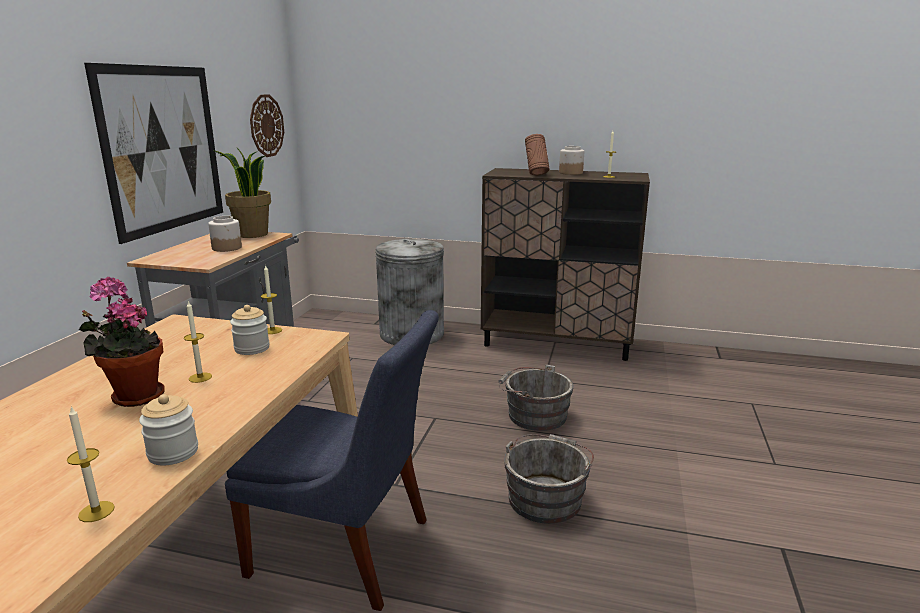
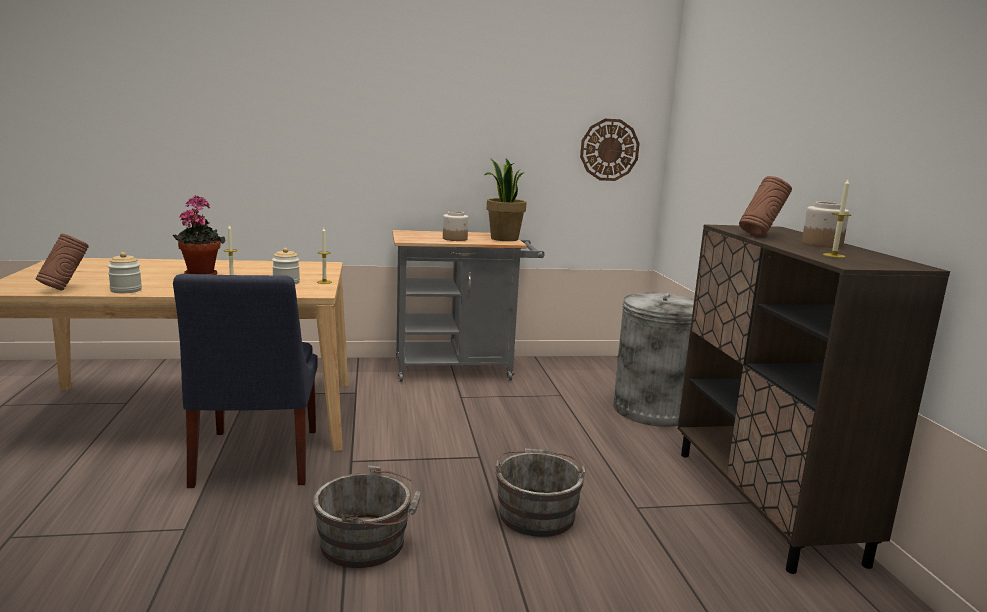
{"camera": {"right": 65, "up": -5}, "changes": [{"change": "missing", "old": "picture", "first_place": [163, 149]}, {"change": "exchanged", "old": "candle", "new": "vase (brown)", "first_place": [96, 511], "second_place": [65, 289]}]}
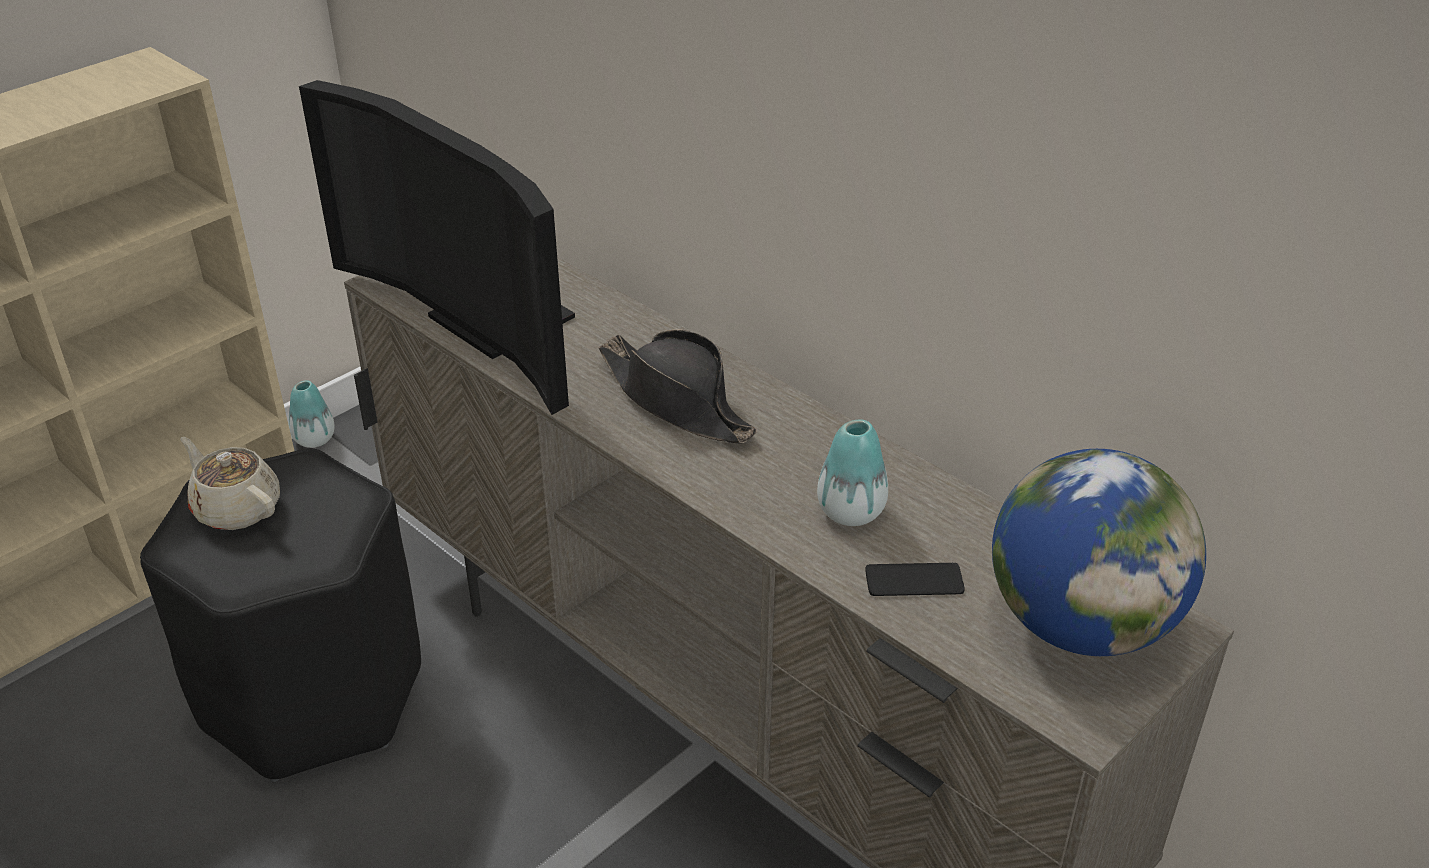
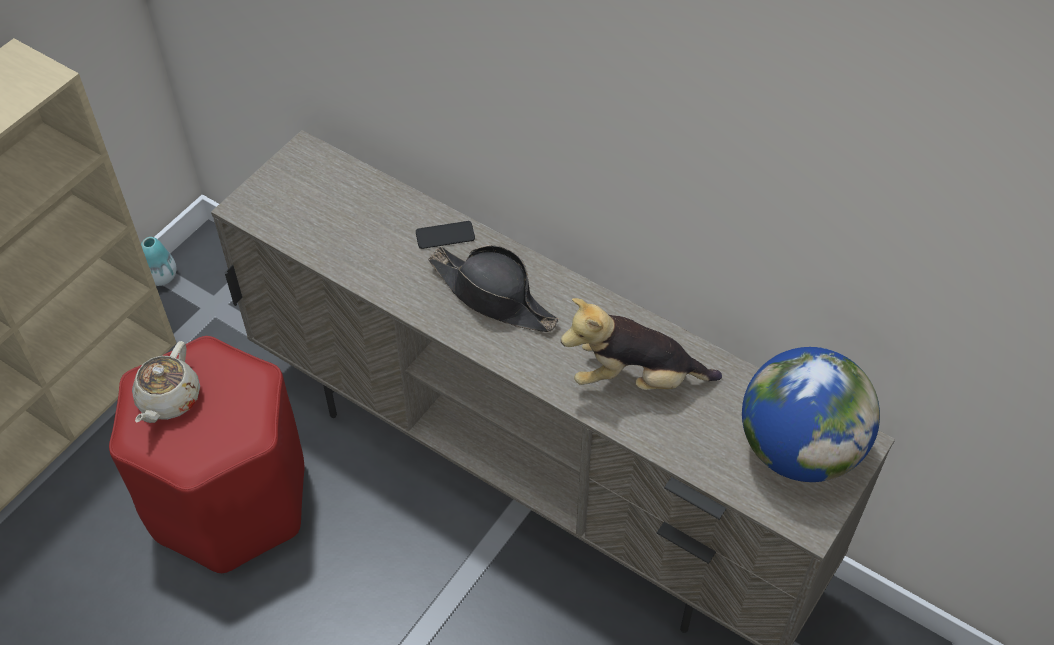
{"camera": {"right": -10, "up": 15}, "changes": [{"change": "missing", "old": "television", "first_place": [483, 324]}, {"change": "exchanged", "old": "vase", "new": "plush toy", "first_place": [851, 512], "second_place": [635, 379]}, {"change": "spun", "old": "teapot (beige)", "first_place": [236, 508], "second_place": [168, 400], "degrees": -105}, {"change": "colour", "old": "stool (black)", "new": "stool (red)", "first_place": [313, 694], "second_place": [230, 500]}, {"change": "relocated", "old": "phone", "first_place": [914, 581], "second_place": [445, 235]}]}
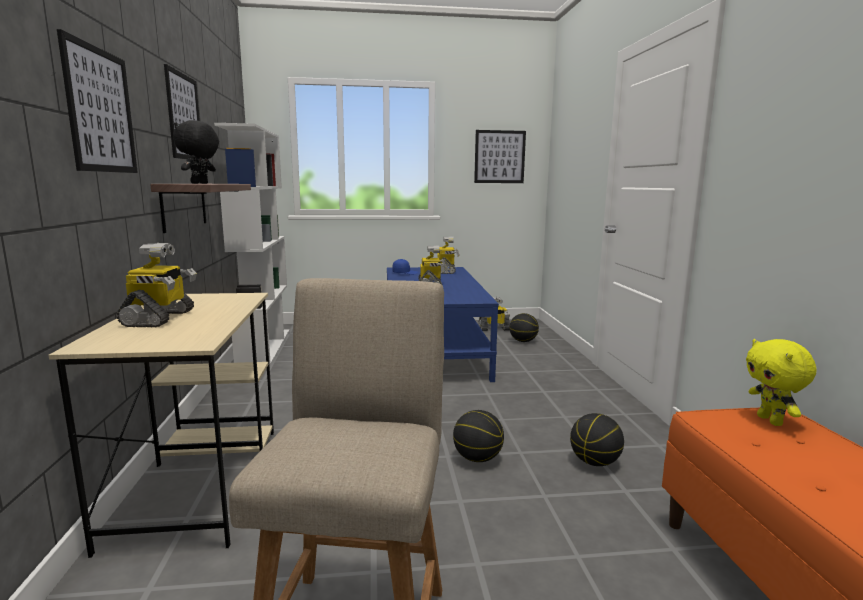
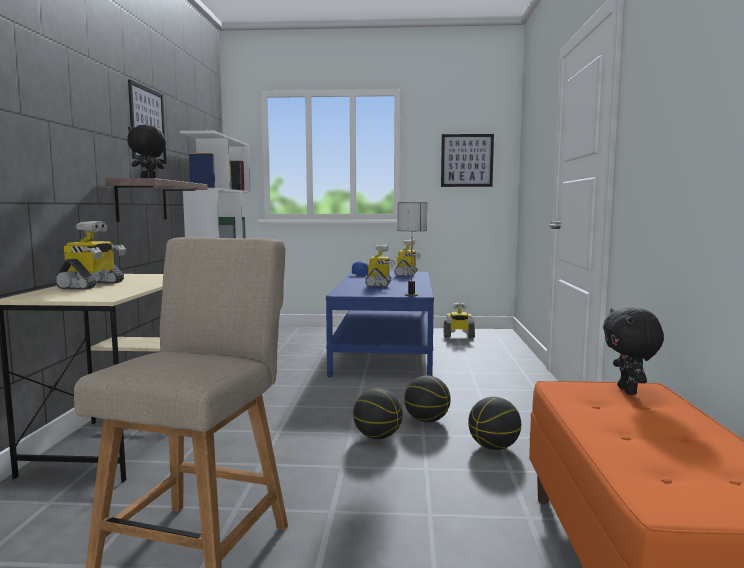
{"camera": {"right": 10, "up": -5}, "changes": [{"change": "missing", "old": "picture", "first_place": [100, 110]}, {"change": "relocated", "old": "basketball", "first_place": [523, 341], "second_place": [427, 420]}, {"change": "colour", "old": "plush toy (yellow)", "new": "plush toy (black)", "first_place": [771, 421], "second_place": [629, 391]}, {"change": "appeared", "new": "table lamp", "second_place": [411, 295]}]}
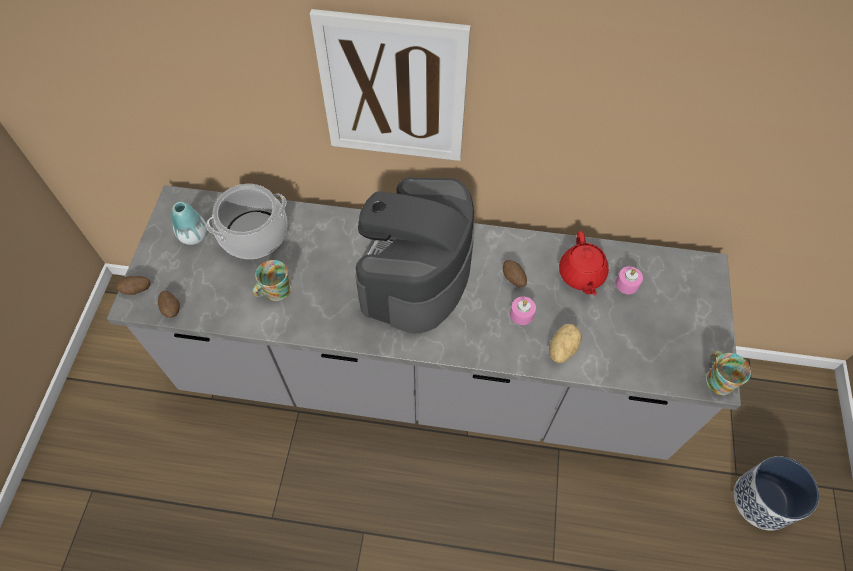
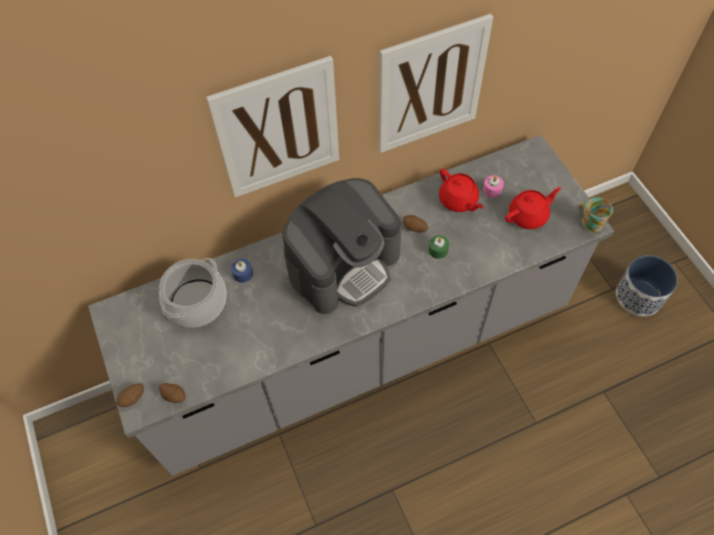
{"camera": {"right": -30, "up": 0}, "changes": [{"change": "spun", "old": "coffee machine", "first_place": [415, 275], "second_place": [344, 264], "degrees": -120}, {"change": "missing", "old": "vase", "first_place": [194, 236]}, {"change": "missing", "old": "mug", "first_place": [273, 291]}, {"change": "colour", "old": "candle (pink)", "new": "candle (green)", "first_place": [521, 314], "second_place": [438, 250]}, {"change": "missing", "old": "potato", "first_place": [561, 349]}, {"change": "appeared", "new": "picture", "second_place": [430, 86]}, {"change": "appeared", "new": "teapot (red)", "second_place": [528, 216]}, {"change": "appeared", "new": "candle (blue)", "second_place": [243, 274]}]}
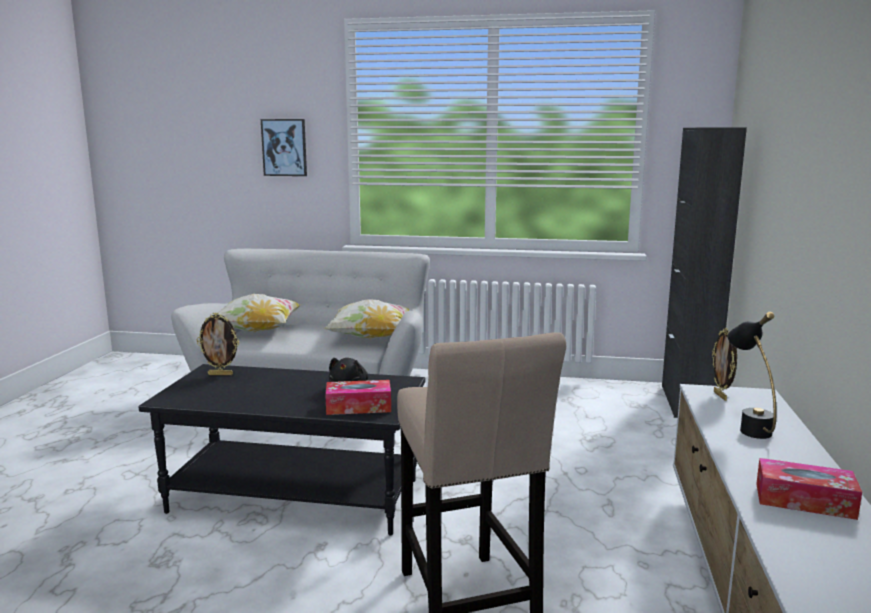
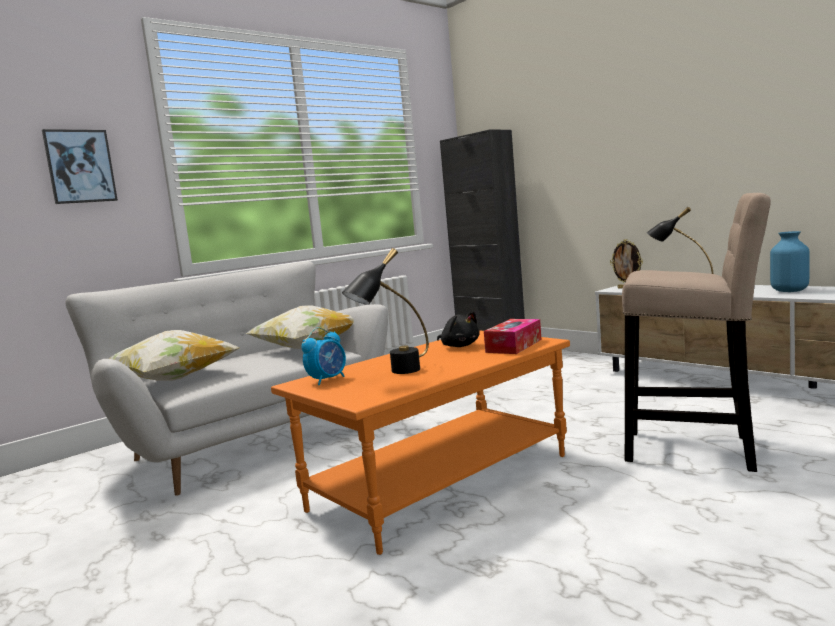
{"camera": {"right": -50, "up": -5}, "changes": [{"change": "exchanged", "old": "picture frame", "new": "alarm clock", "first_place": [221, 374], "second_place": [328, 380]}, {"change": "colour", "old": "coffee table (black)", "new": "coffee table (orange)", "first_place": [297, 495], "second_place": [440, 481]}, {"change": "exchanged", "old": "tissue box", "new": "vase (blue)", "first_place": [804, 500], "second_place": [789, 291]}, {"change": "appeared", "new": "table lamp (black)", "second_place": [394, 373]}]}
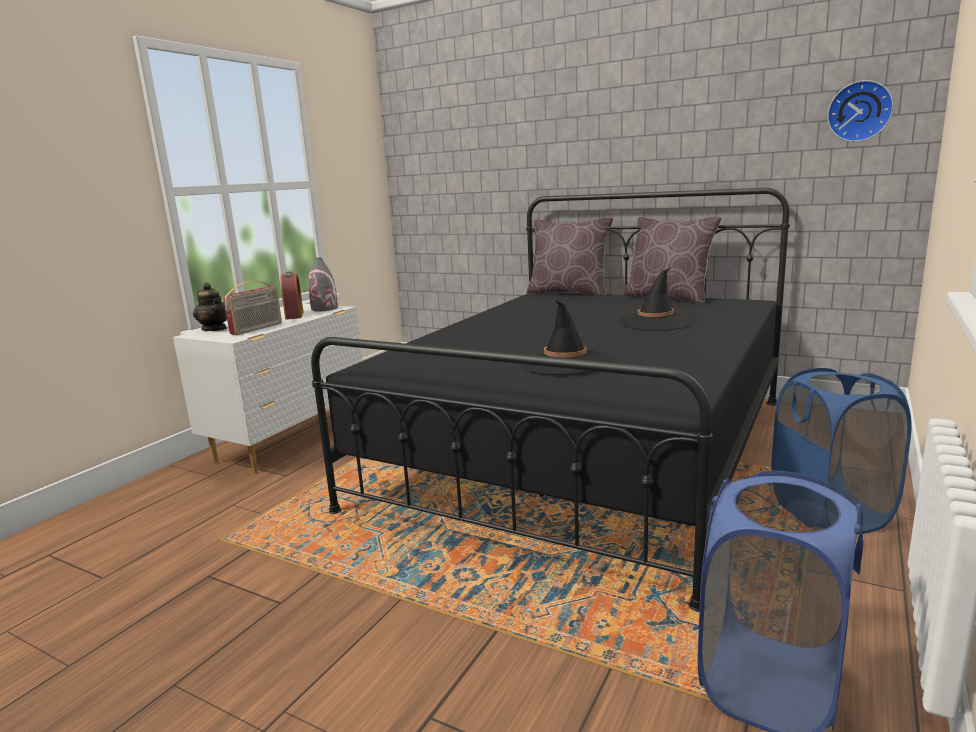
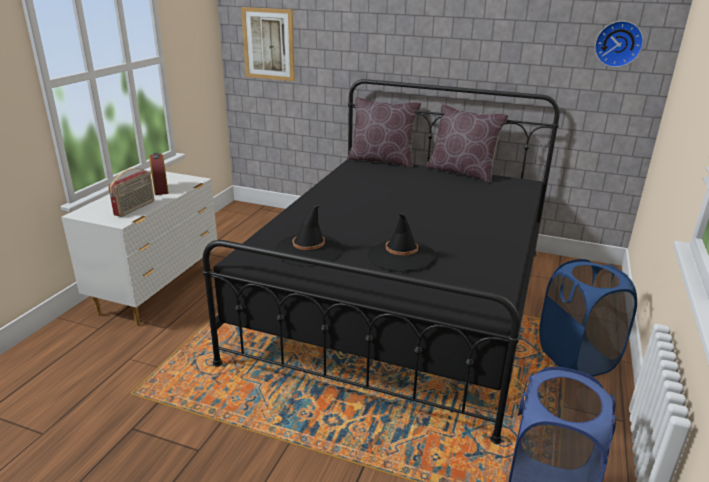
{"camera": {"right": -10, "up": 10}, "changes": [{"change": "missing", "old": "vase (grey)", "first_place": [325, 308]}, {"change": "relocated", "old": "hat (black)", "first_place": [655, 322], "second_place": [309, 250]}, {"change": "missing", "old": "teapot", "first_place": [214, 329]}, {"change": "appeared", "new": "picture", "second_place": [268, 44]}]}
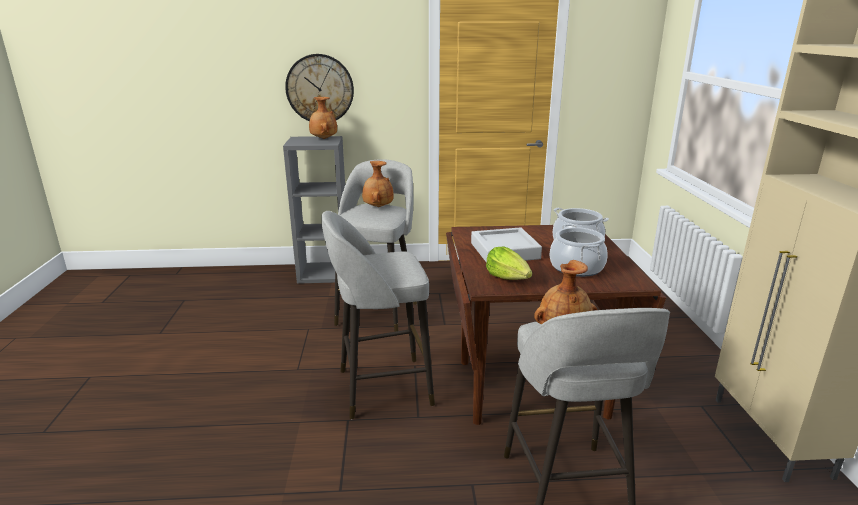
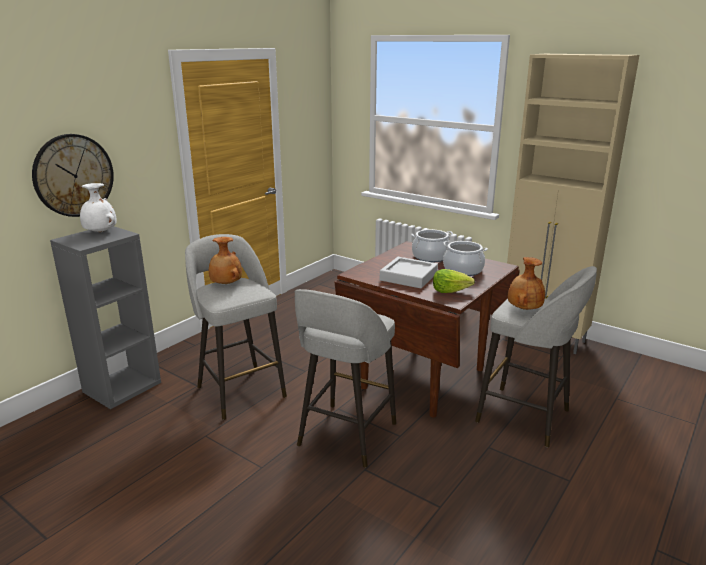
{"camera": {"right": -50, "up": 0}, "changes": [{"change": "colour", "old": "vase (brown)", "new": "vase (white)", "first_place": [323, 139], "second_place": [100, 232]}]}
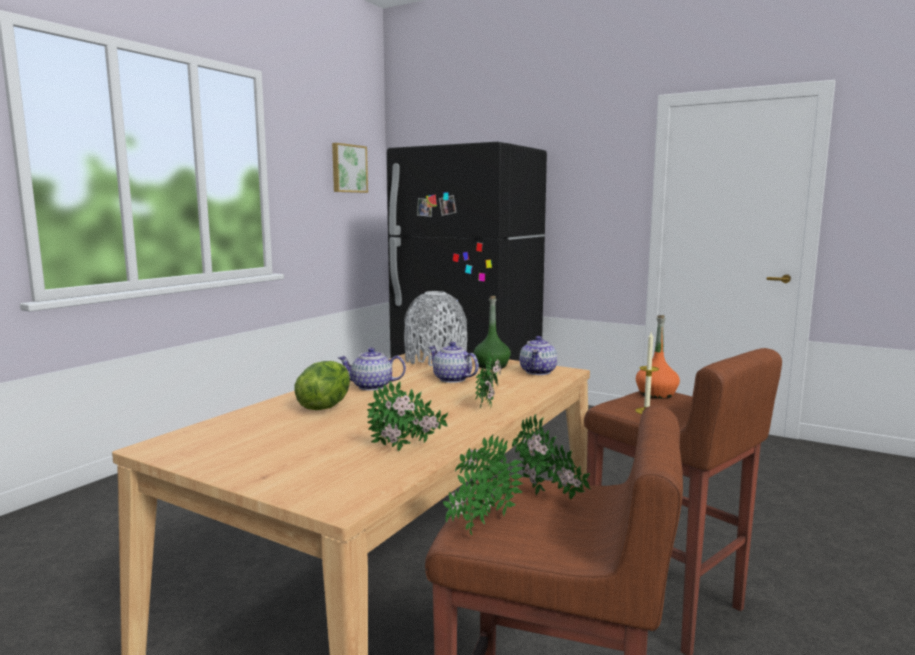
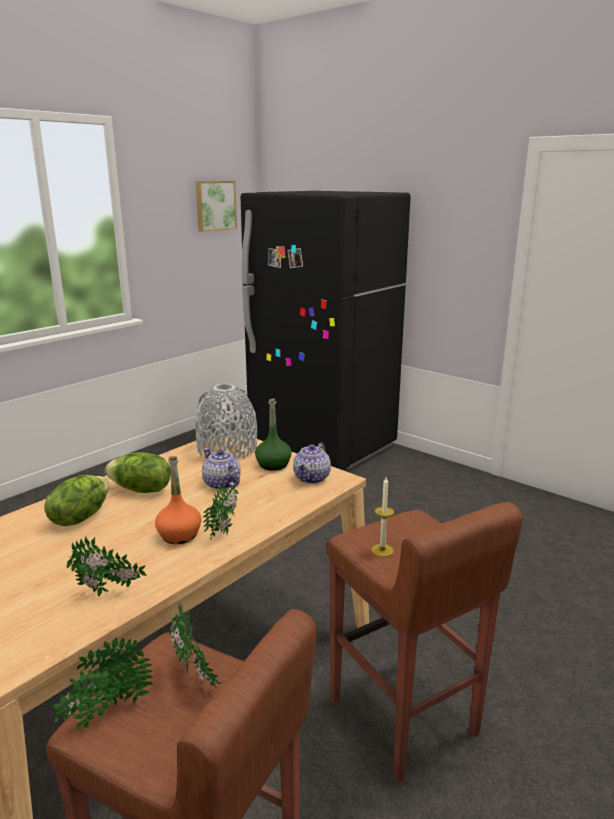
{"camera": {"right": 10, "up": 10}, "changes": [{"change": "relocated", "old": "bottle (orange)", "first_place": [656, 394], "second_place": [179, 535]}, {"change": "exchanged", "old": "teapot", "new": "lettuce", "first_place": [372, 386], "second_place": [141, 490]}]}
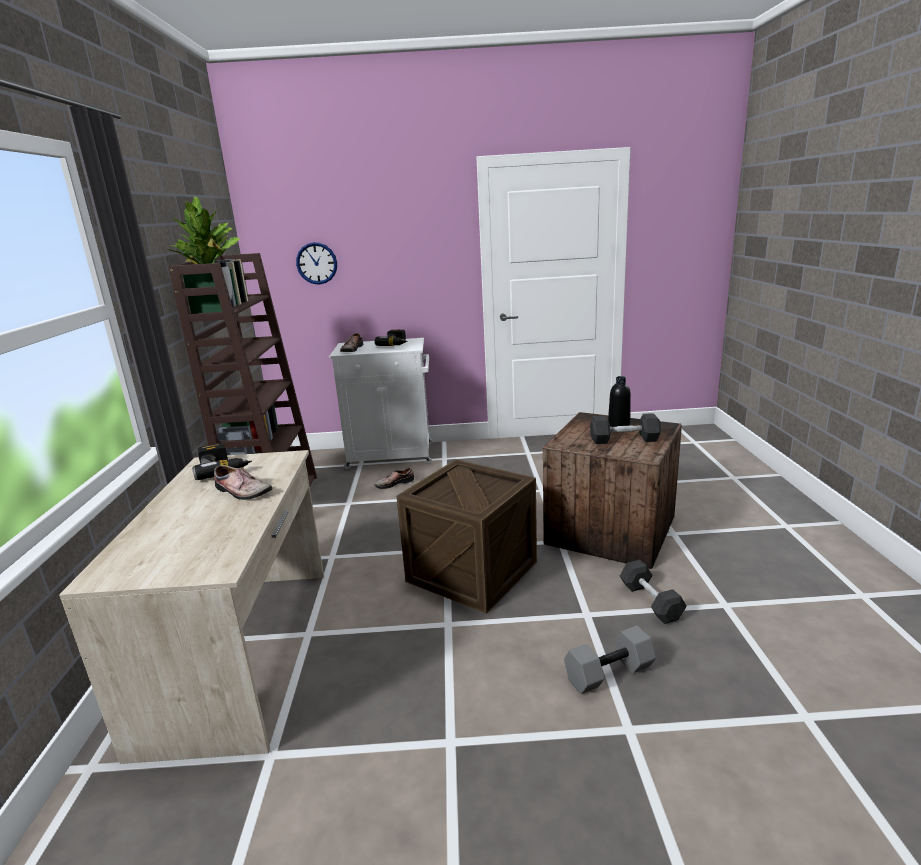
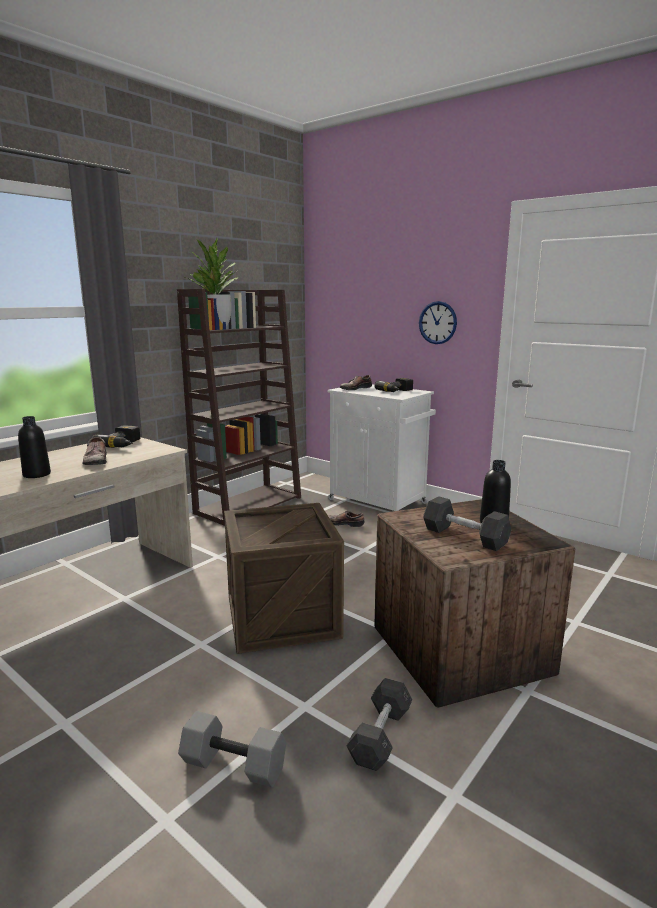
{"camera": {"right": 40, "up": -5}, "changes": [{"change": "relocated", "old": "wall clock", "first_place": [316, 263], "second_place": [437, 322]}, {"change": "appeared", "new": "bottle (black)", "second_place": [37, 474]}]}
